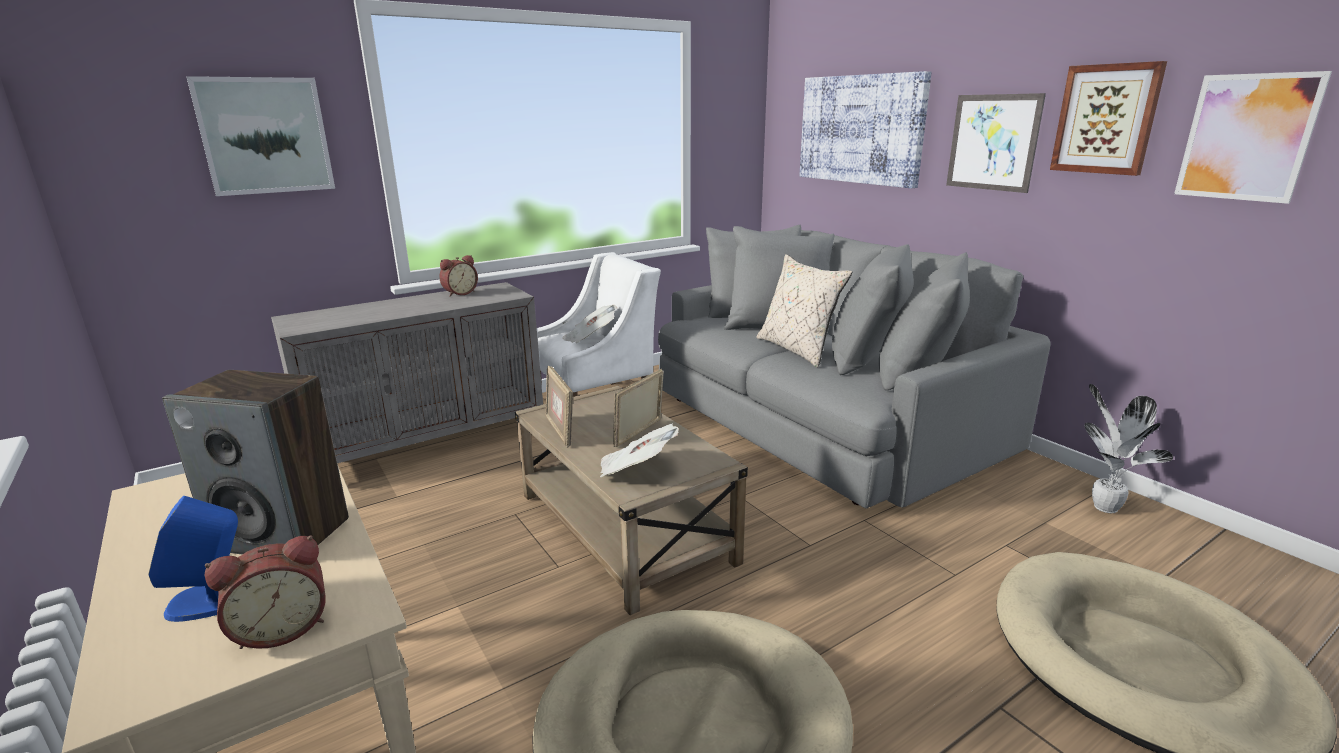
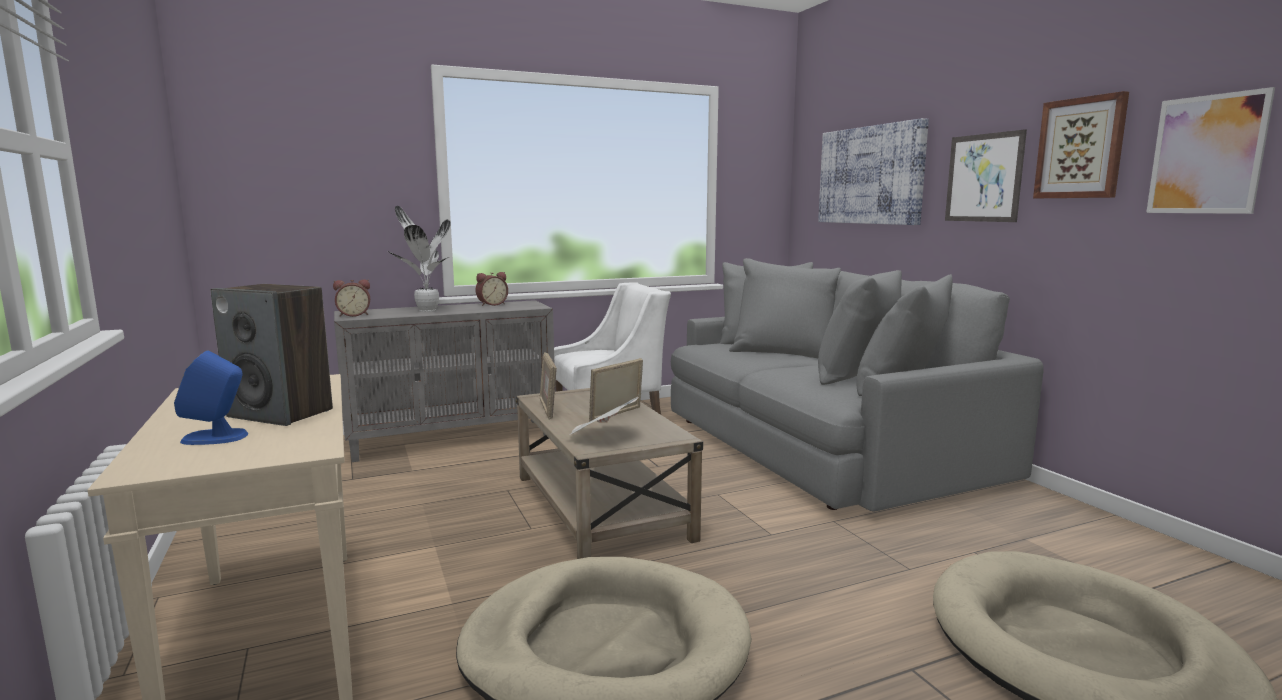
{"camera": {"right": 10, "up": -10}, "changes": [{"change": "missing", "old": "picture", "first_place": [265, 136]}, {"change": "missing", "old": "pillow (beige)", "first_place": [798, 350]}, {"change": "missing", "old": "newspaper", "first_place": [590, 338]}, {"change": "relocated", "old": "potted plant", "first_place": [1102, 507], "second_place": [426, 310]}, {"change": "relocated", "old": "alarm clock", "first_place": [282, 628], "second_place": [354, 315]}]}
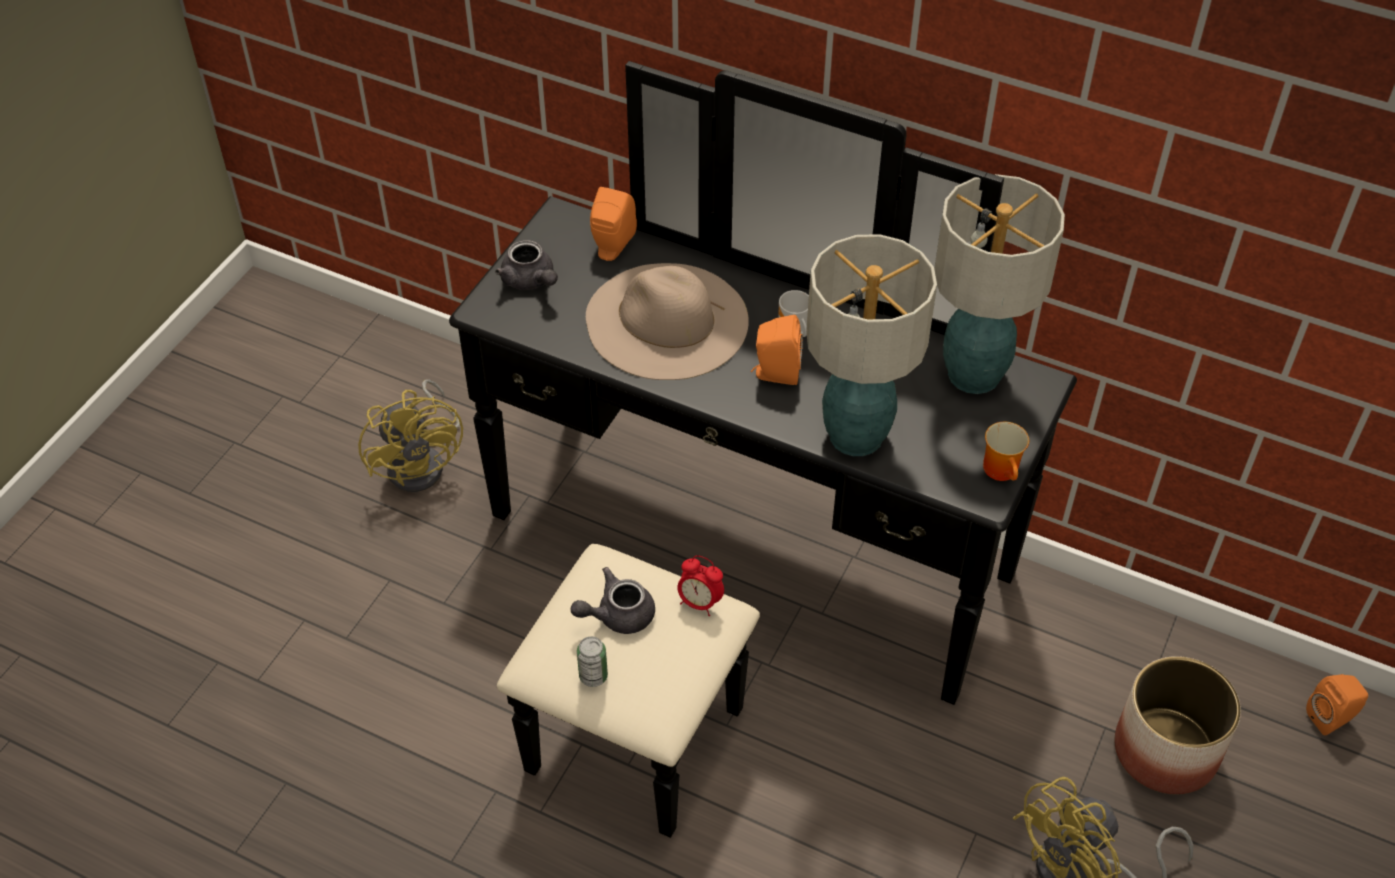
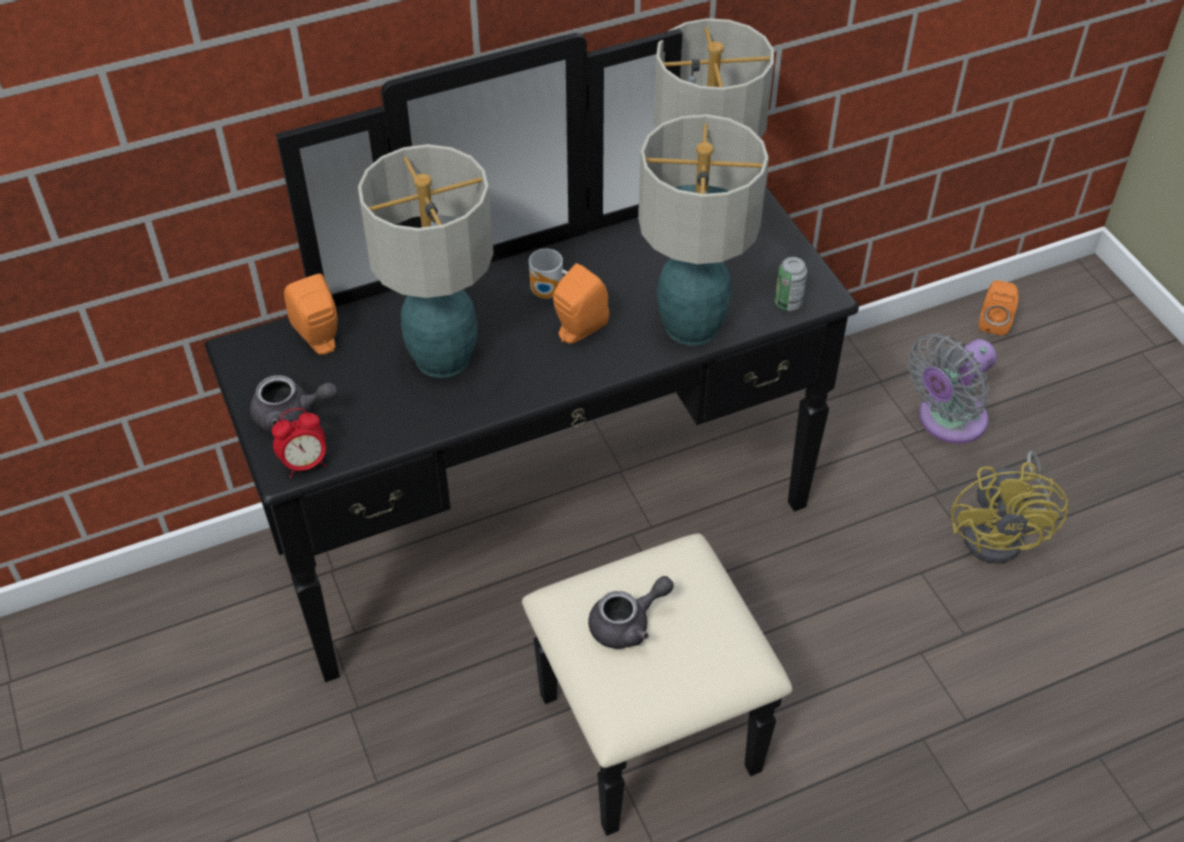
{"camera": {"right": -50, "up": 0}, "changes": [{"change": "exchanged", "old": "hat (beige)", "new": "table lamp", "first_place": [666, 321], "second_place": [444, 358]}, {"change": "missing", "old": "fan (yellow)", "first_place": [423, 462]}, {"change": "missing", "old": "mug", "first_place": [1004, 471]}, {"change": "relocated", "old": "alarm clock", "first_place": [699, 602], "second_place": [305, 464]}, {"change": "spun", "old": "teapot (grey)", "first_place": [617, 615], "second_place": [628, 624], "degrees": -135}, {"change": "relocated", "old": "can", "first_place": [593, 676], "second_place": [788, 303]}, {"change": "exchanged", "old": "planter", "new": "fan (grey)", "first_place": [1166, 752], "second_place": [947, 421]}]}
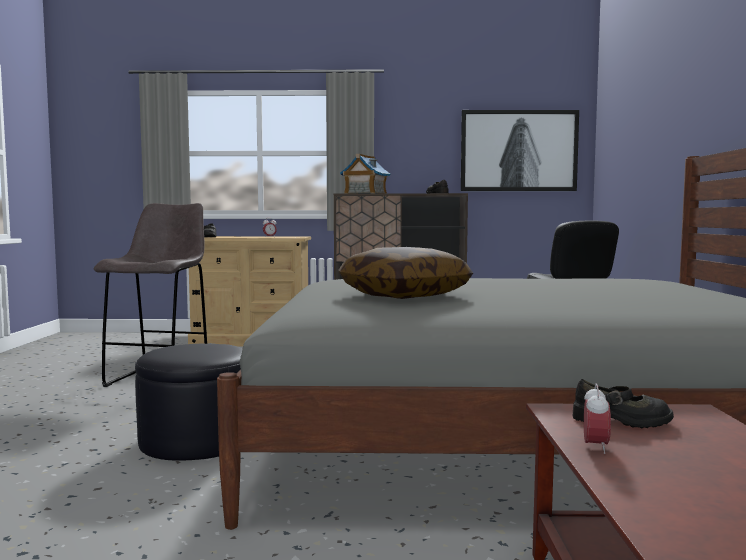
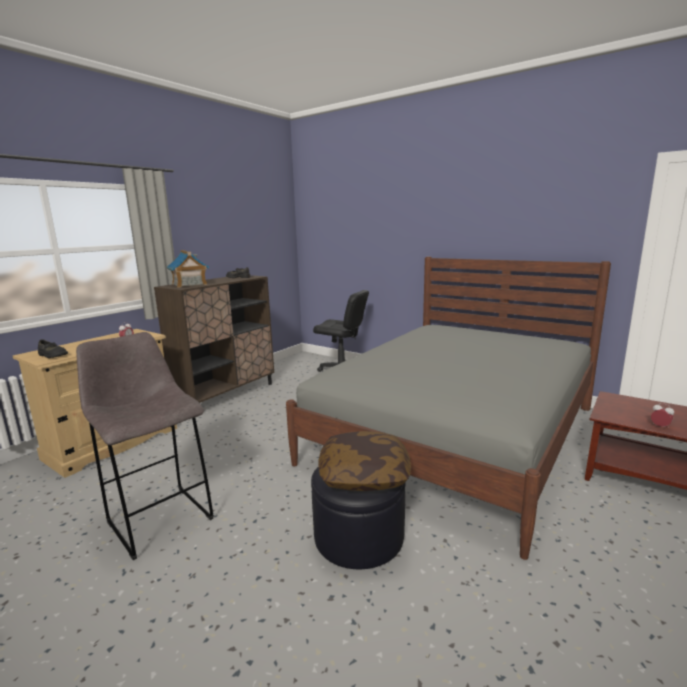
{"camera": {"right": -55, "up": 10}, "changes": [{"change": "missing", "old": "picture", "first_place": [518, 151]}, {"change": "relocated", "old": "pillow", "first_place": [404, 295], "second_place": [364, 475]}, {"change": "missing", "old": "shoe (black)", "first_place": [622, 421]}]}
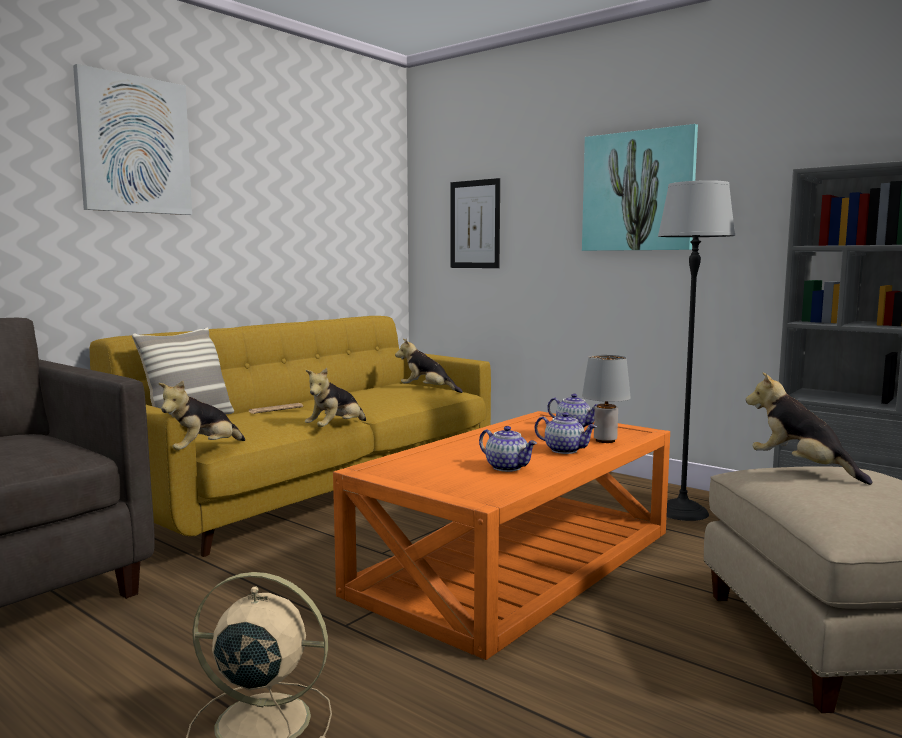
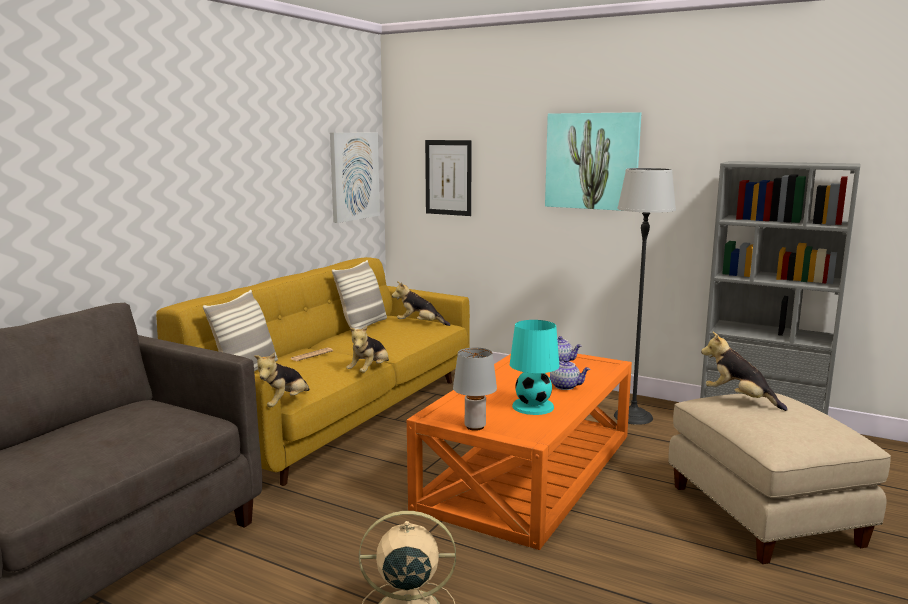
{"camera": {"right": -10, "up": 5}, "changes": [{"change": "relocated", "old": "picture", "first_place": [134, 145], "second_place": [354, 176]}, {"change": "relocated", "old": "table lamp (grey)", "first_place": [604, 440], "second_place": [474, 427]}, {"change": "exchanged", "old": "teapot", "new": "table lamp (turquoise)", "first_place": [508, 467], "second_place": [533, 406]}, {"change": "appeared", "new": "pillow", "second_place": [363, 326]}]}
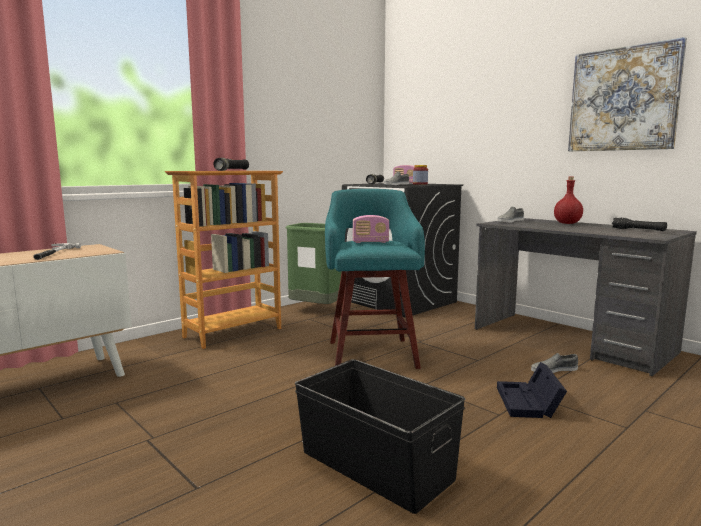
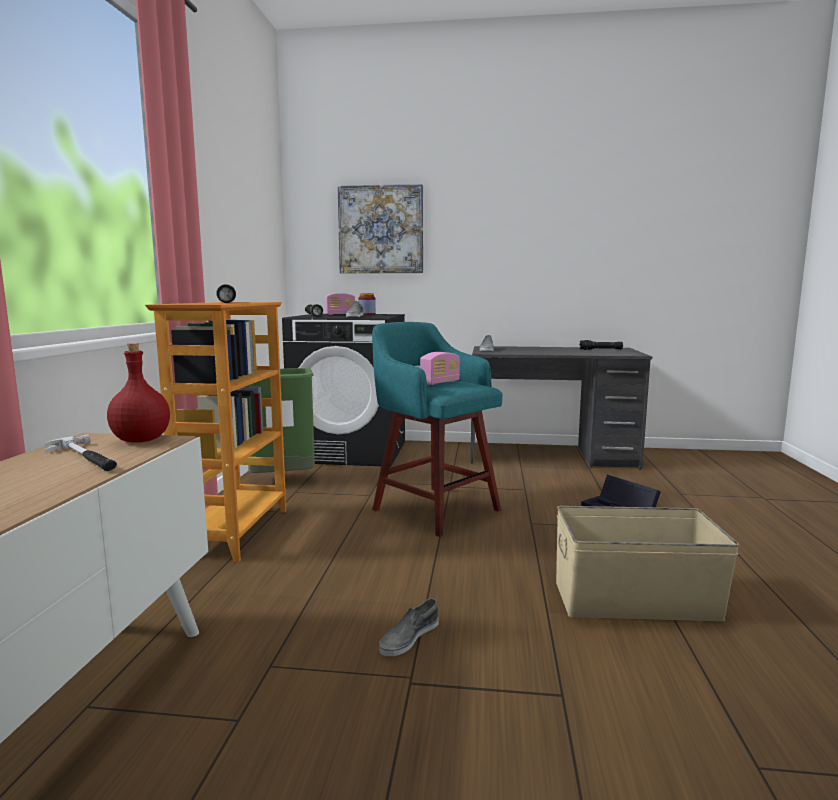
{"camera": {"right": -40, "up": 0}, "changes": [{"change": "relocated", "old": "picture", "first_place": [623, 99], "second_place": [381, 230]}, {"change": "relocated", "old": "bottle (red)", "first_place": [567, 223], "second_place": [142, 440]}, {"change": "relocated", "old": "shoe (grey)", "first_place": [553, 370], "second_place": [409, 637]}, {"change": "colour", "old": "storage box (black)", "new": "storage box (beige)", "first_place": [376, 466], "second_place": [636, 601]}]}
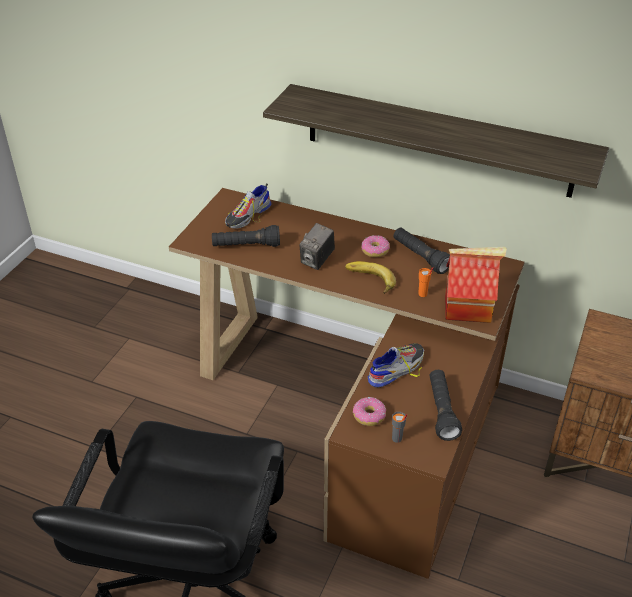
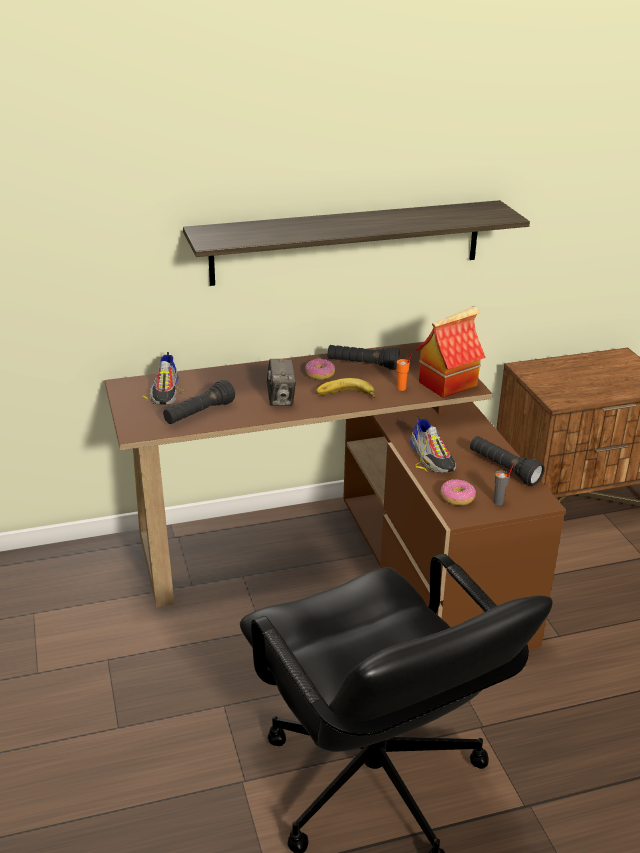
{"camera": {"right": -40, "up": -10}, "changes": [{"change": "spun", "old": "shoe", "first_place": [396, 368], "second_place": [432, 457], "degrees": 150}]}
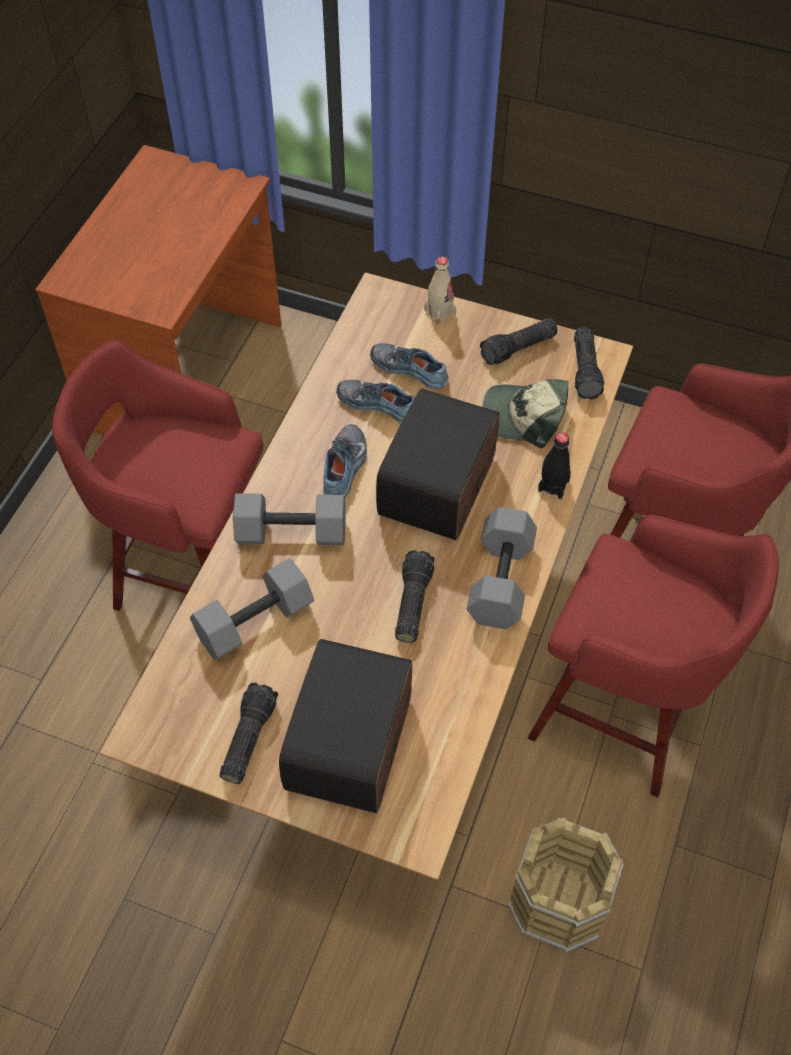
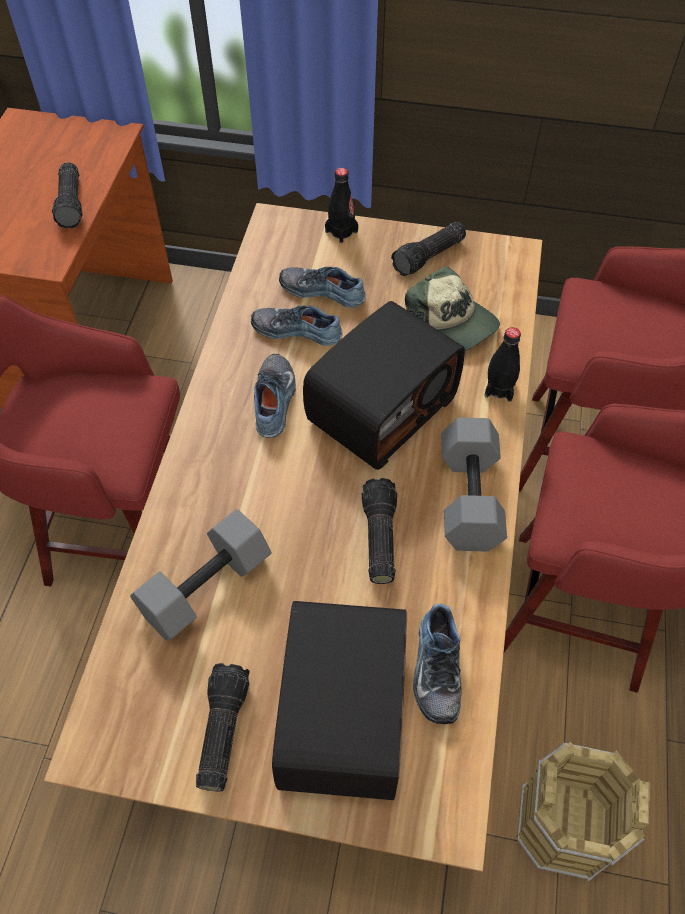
{"camera": {"right": -10, "up": 0}, "changes": [{"change": "colour", "old": "bottle (beige)", "new": "bottle (black)", "first_place": [440, 312], "second_place": [341, 231]}, {"change": "relocated", "old": "flashlight", "first_place": [586, 370], "second_place": [72, 203]}, {"change": "spun", "old": "cap", "first_place": [524, 416], "second_place": [451, 322], "degrees": -135}, {"change": "spun", "old": "radio", "first_place": [439, 488], "second_place": [380, 408], "degrees": -150}, {"change": "missing", "old": "dumbbell (grey)", "first_place": [290, 534]}, {"change": "appeared", "new": "shoe", "second_place": [434, 669]}]}
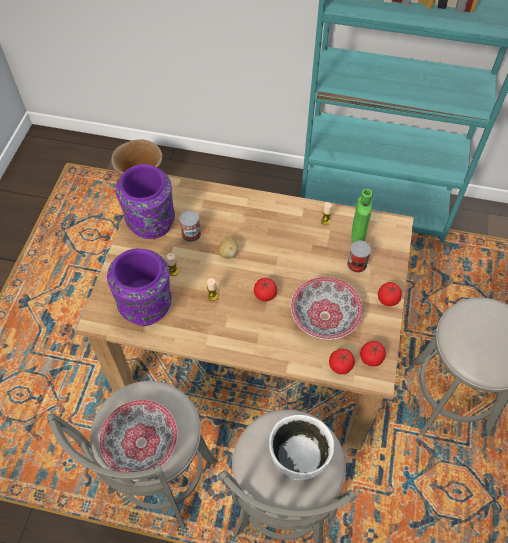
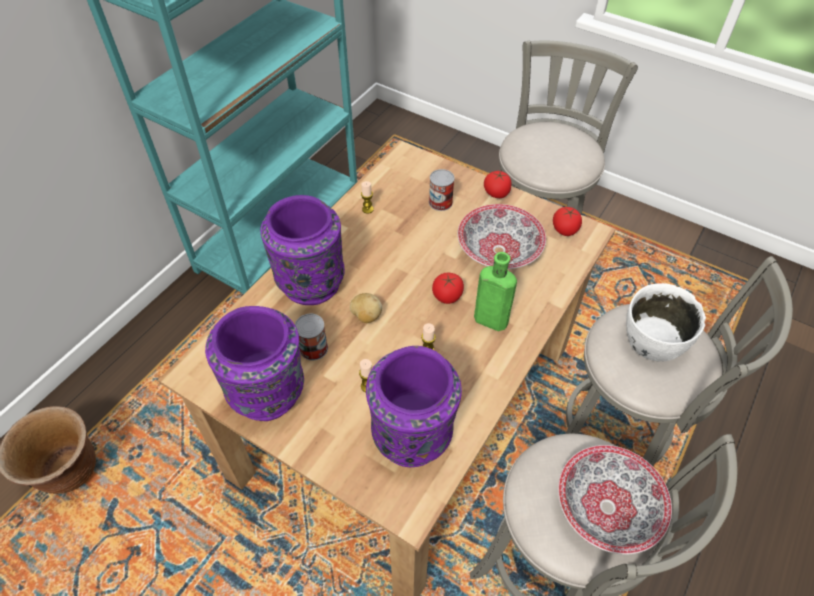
{"camera": {"right": -70, "up": -5}, "changes": [{"change": "relocated", "old": "bottle (green)", "first_place": [358, 233], "second_place": [488, 319]}, {"change": "missing", "old": "tomato", "first_place": [340, 366]}, {"change": "appeared", "new": "vase (purple)", "second_place": [310, 282]}]}
